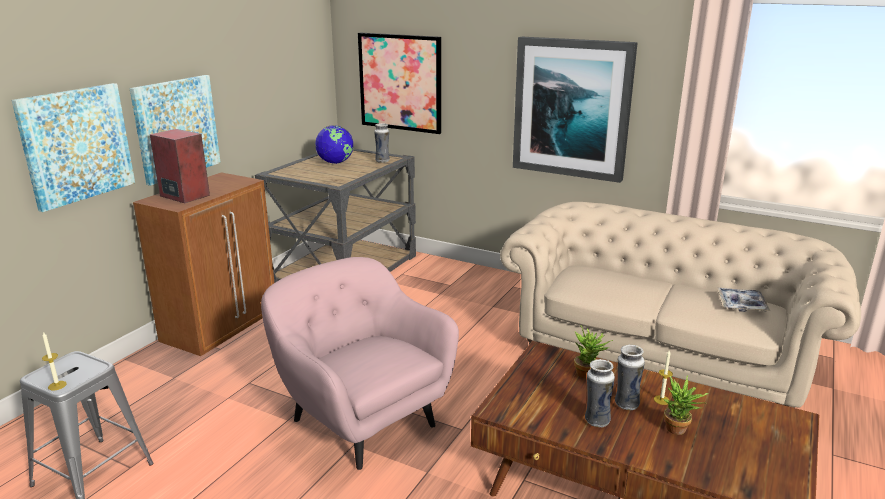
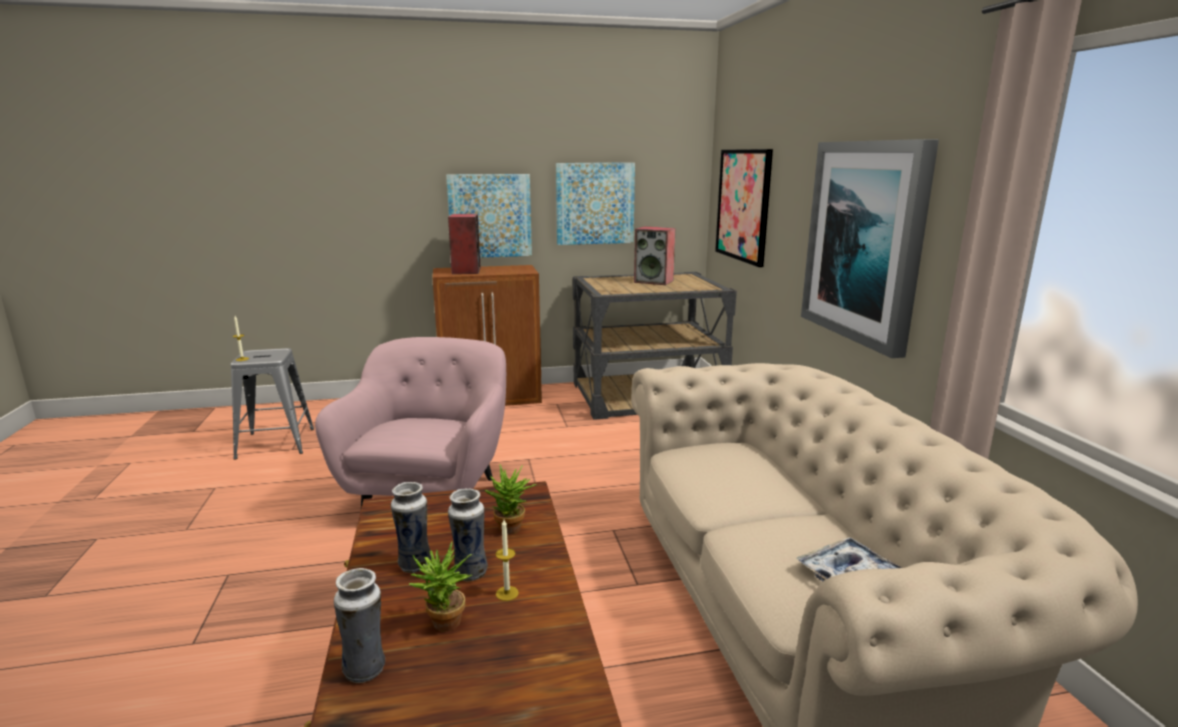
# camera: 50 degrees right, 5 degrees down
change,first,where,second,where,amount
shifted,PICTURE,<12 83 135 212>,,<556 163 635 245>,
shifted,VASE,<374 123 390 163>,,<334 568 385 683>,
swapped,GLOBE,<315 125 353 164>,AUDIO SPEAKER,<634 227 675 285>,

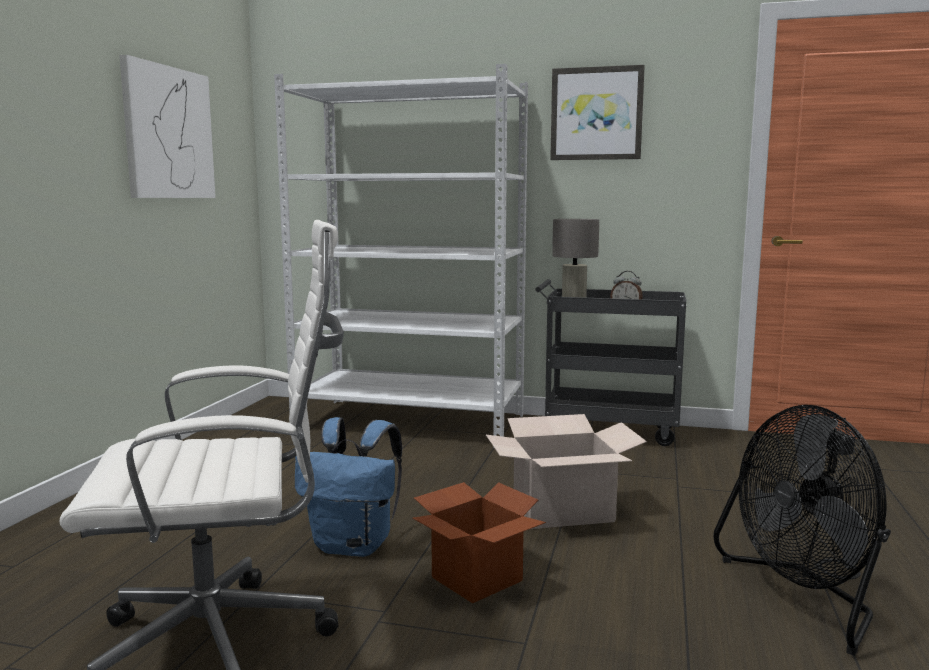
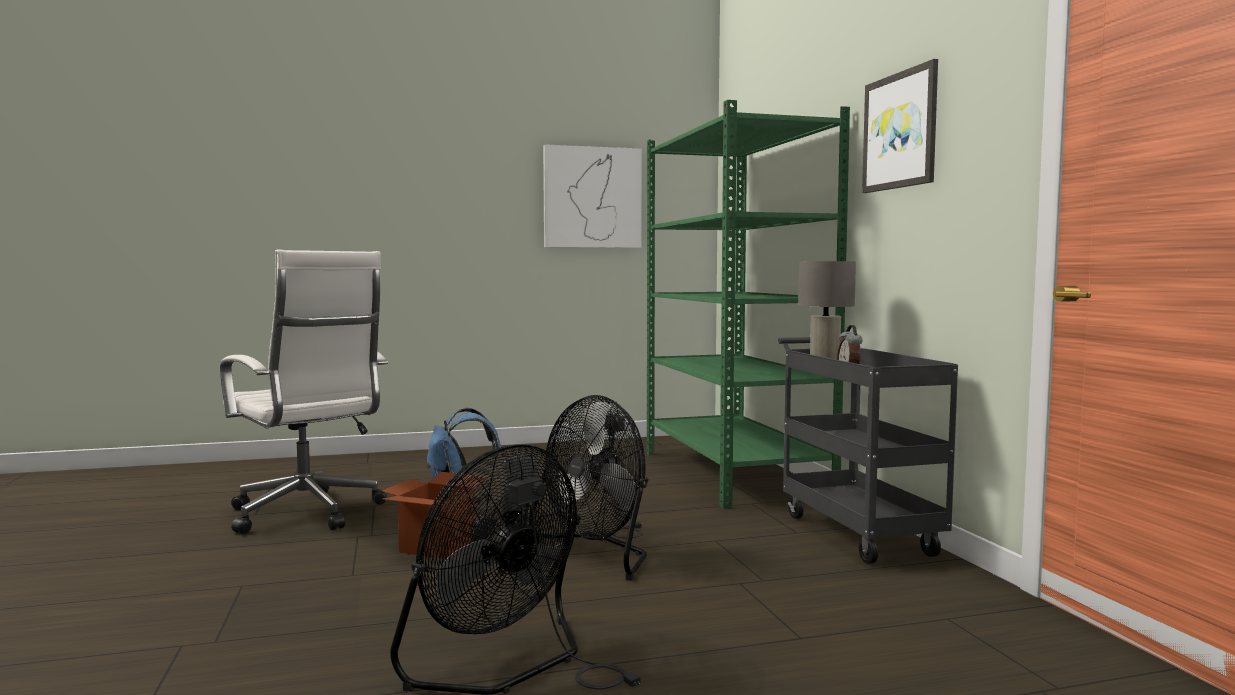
# camera: 60 degrees right, 5 degrees down
change,first,where,second,where,amount
repainted,WHITISH BOOKSHELF,<274 64 528 448>,GREEN-COLOURED BOOKSHELF,<647 100 850 509>,
swapped,CARDBOARD BOX,<486 414 647 529>,BLACK COOLING FAN,<528 395 649 581>,

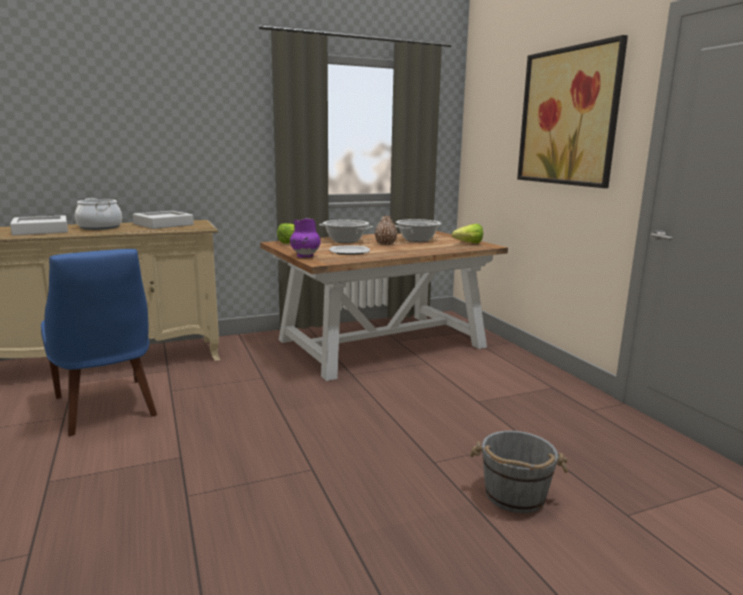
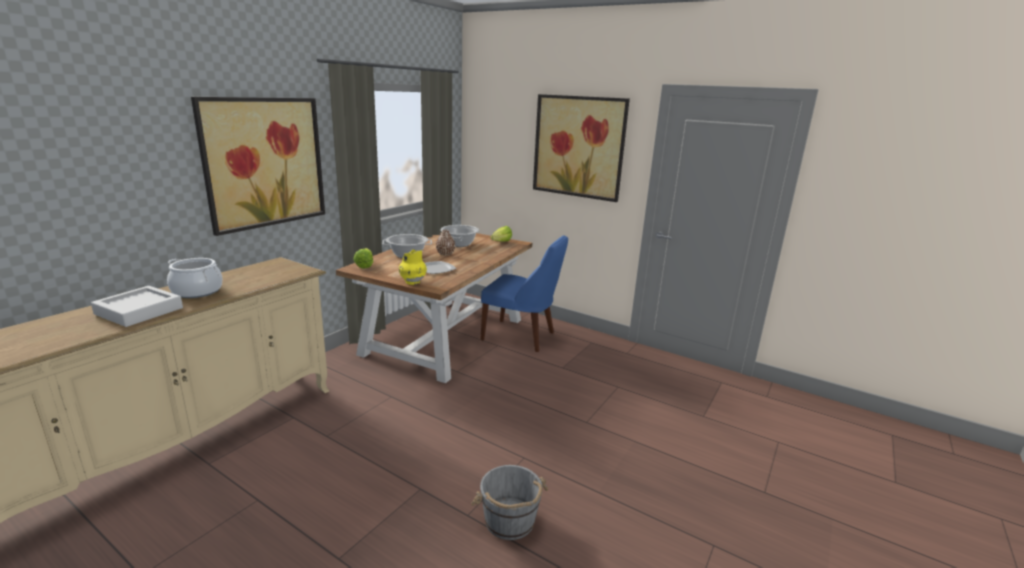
# camera: 35 degrees left, 5 degrees up
change,first,where,second,where,amount
gone,GRAY SERVING TRAY,<133 211 194 229>,,,
repainted,PURPLE VASE,<290 218 321 258>,YELLOWISH VASE,<399 249 427 285>,
shifted,BLUE-COLOURED PLAIN CHAIR,<41 249 157 436>,,<480 236 568 352>,
shifted,GRAY PAIL,<470 431 568 513>,,<471 465 548 540>,
new,,,PICTURE,<191 97 325 236>,

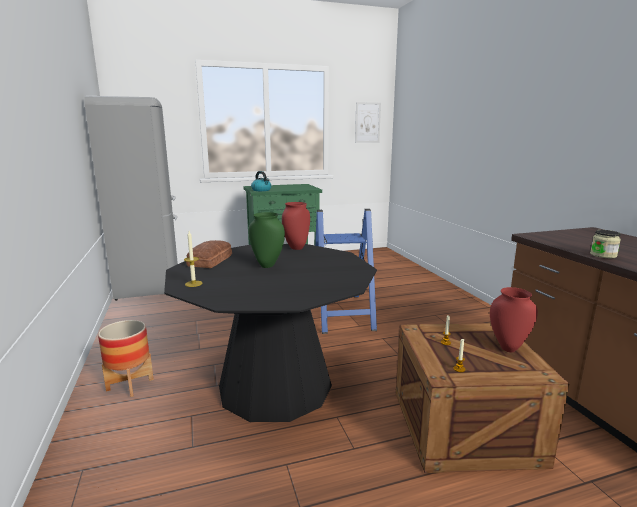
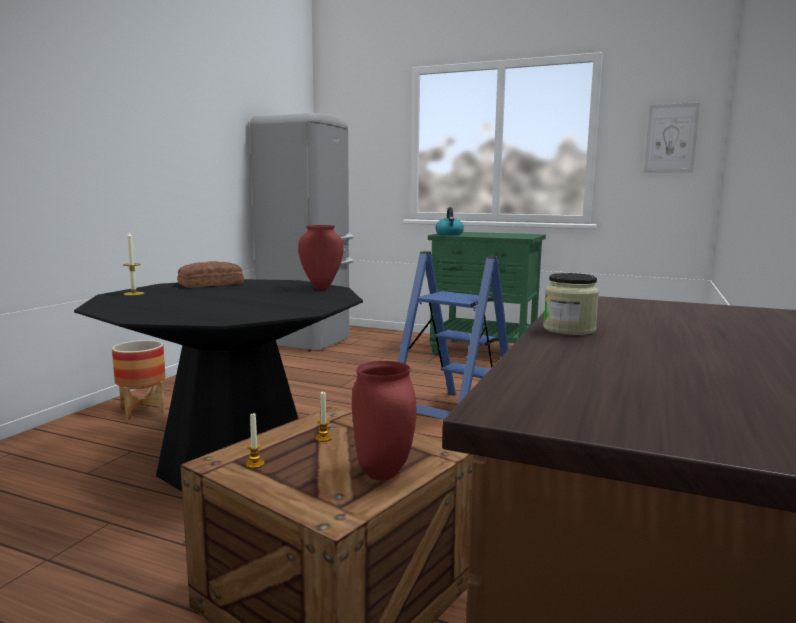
# camera: 40 degrees right, 5 degrees down
change,first,where,second,where,amount
gone,GREEN-COLOURED VASE,<249 212 285 268>,,,

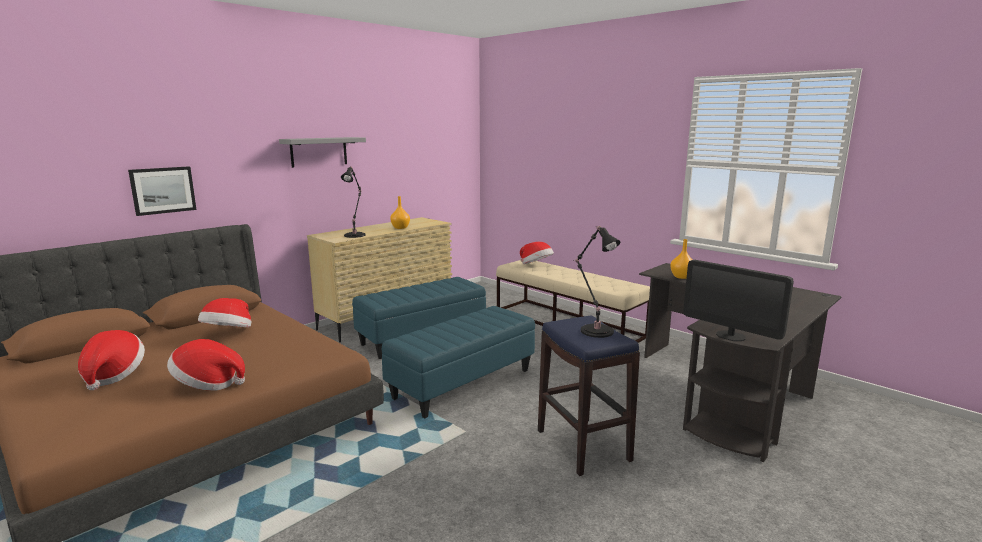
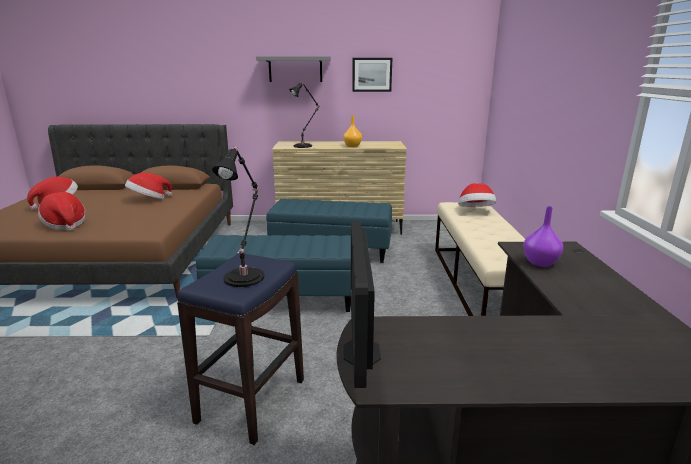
# camera: 45 degrees right, 5 degrees up
change,first,where,second,where,amount
shifted,PICTURE,<128 166 197 216>,,<352 58 392 92>,
repainted,ORANGEY VASE,<670 239 692 279>,PURPLE VASE,<523 206 563 267>,

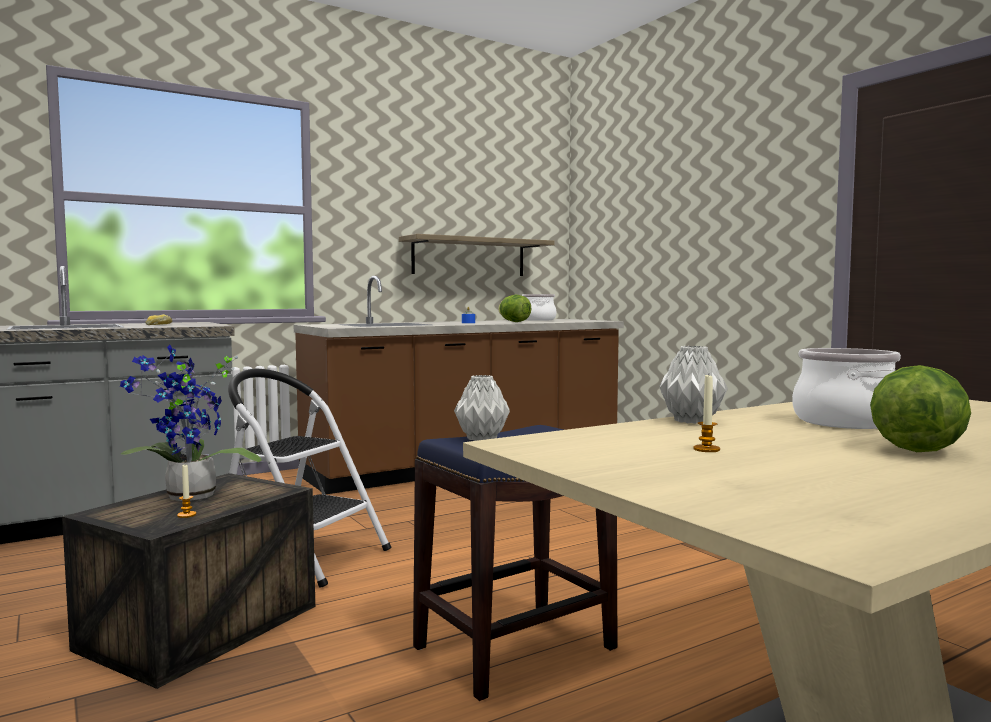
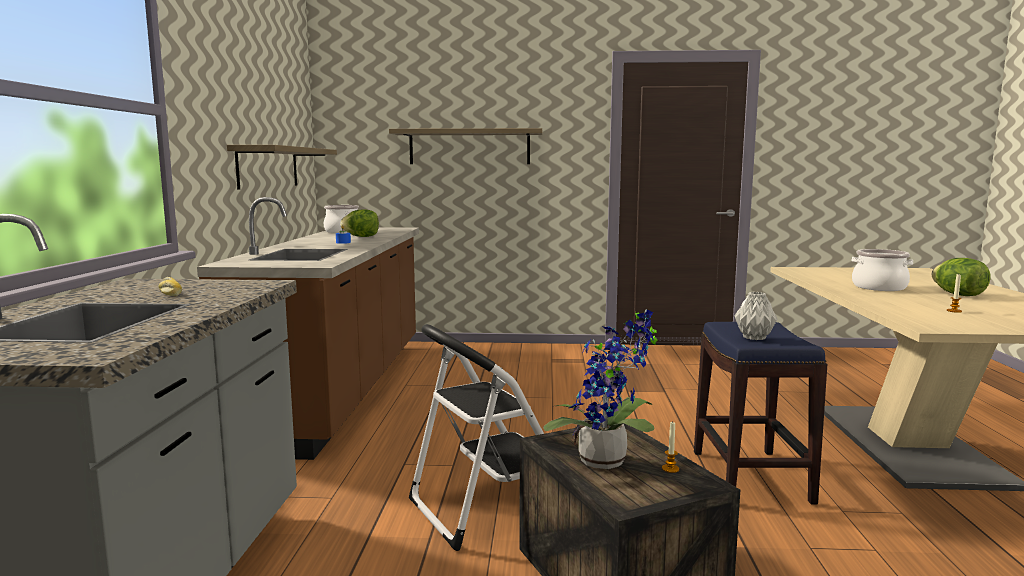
# camera: 55 degrees left, 5 degrees up
change,first,where,second,where,amount
gone,GRAY VASE,<660 346 728 424>,,,
new,,,WALL SHELF,<389 128 543 164>,

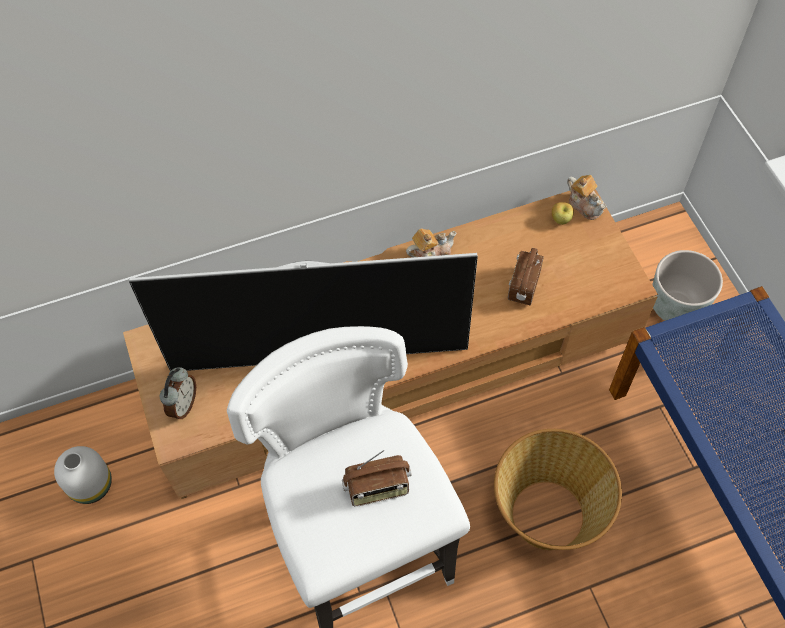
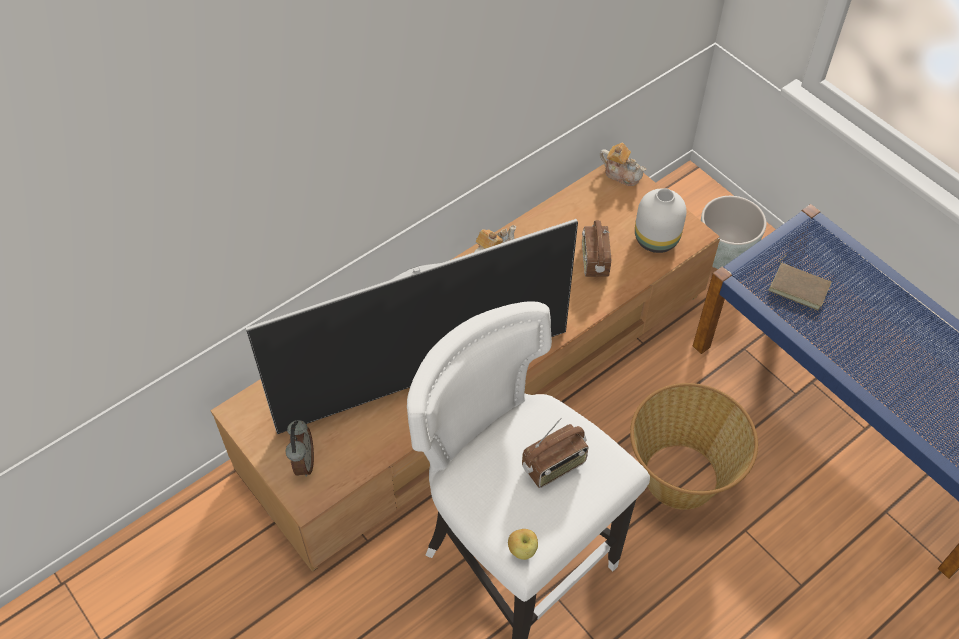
# camera: 20 degrees left, 5 degrees down
change,first,where,second,where,amount
shifted,APPLE FRUIT,<552 202 574 225>,,<508 529 538 560>,
shifted,WHITISH VASE,<54 446 112 504>,,<635 188 686 253>,
new,,,BROWNISH BOOK,<768 255 832 310>,

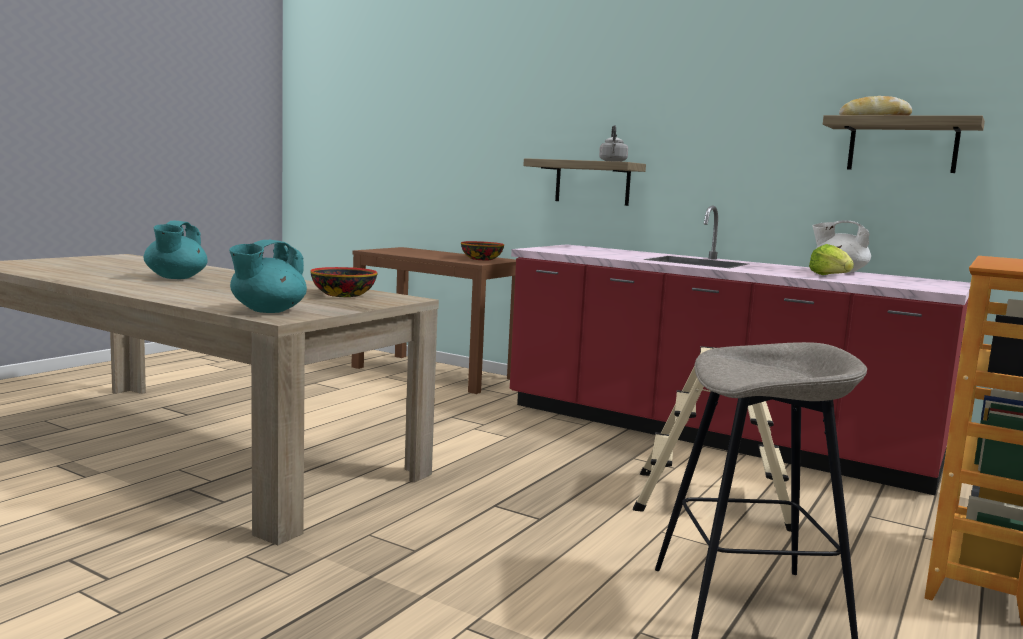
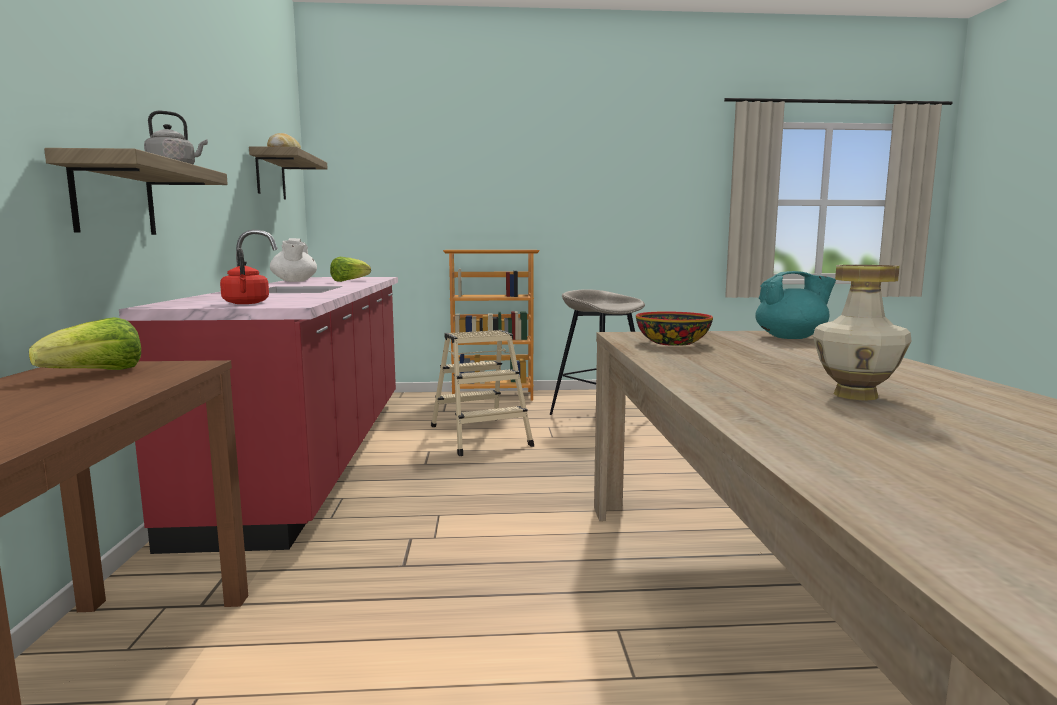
# camera: 125 degrees left, 0 degrees up
change,first,where,second,where,amount
swapped,TURQUOISE TEA POT,<144 221 207 279>,VASE,<813 265 912 401>,
swapped,DEEP DISH,<461 241 504 260>,HEAD OF LETTUCE,<29 317 141 370>,
new,,,REDDISH KETTLE,<220 248 269 304>,

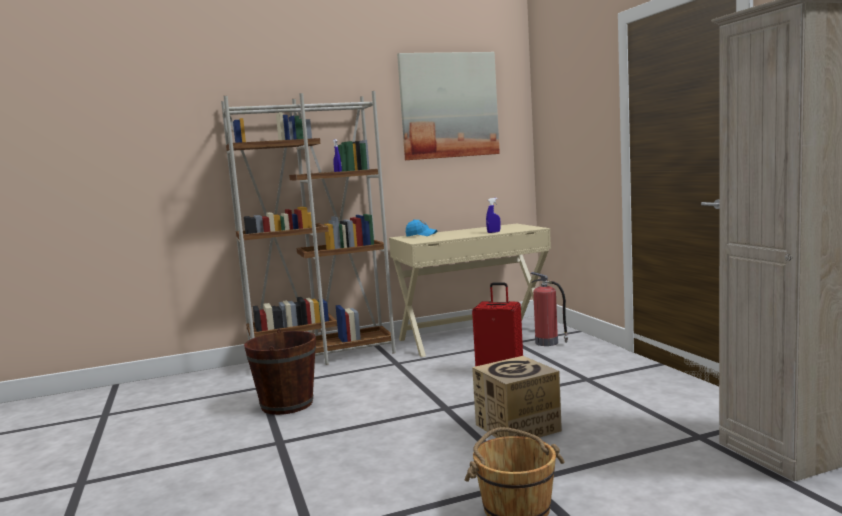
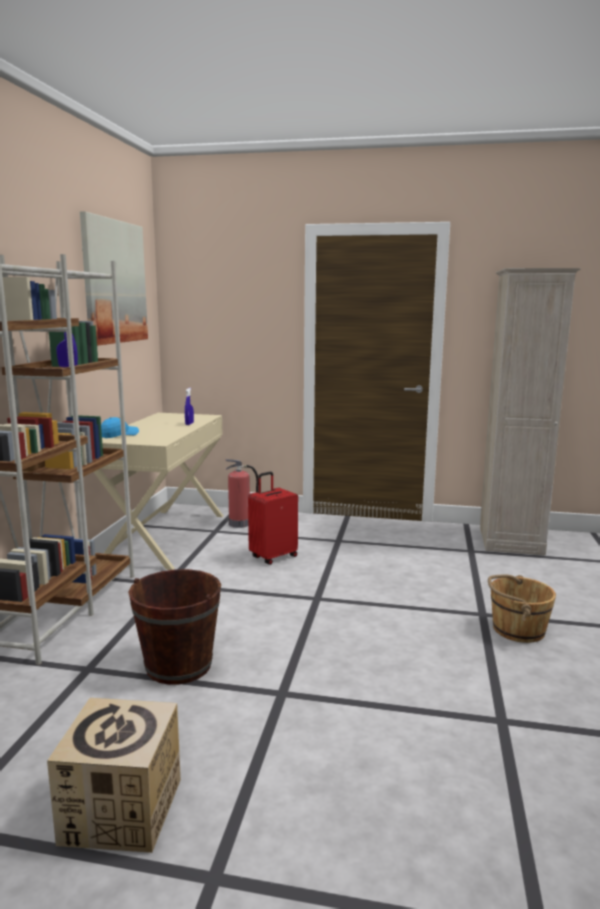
# camera: 60 degrees left, 5 degrees up
change,first,where,second,where,amount
shifted,CARDBOARD BOX,<472 356 562 438>,,<47 698 181 853>,

